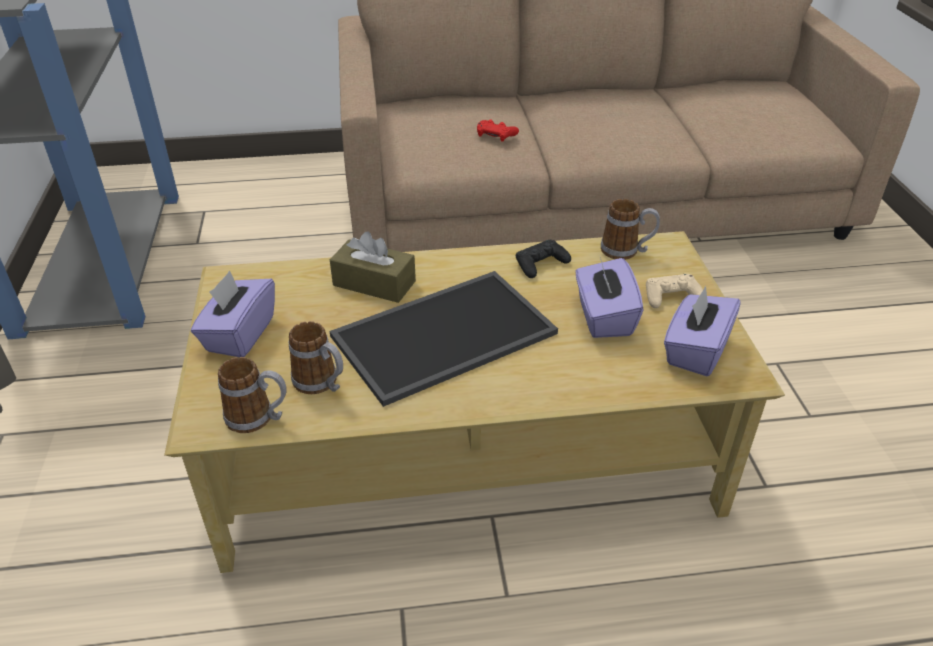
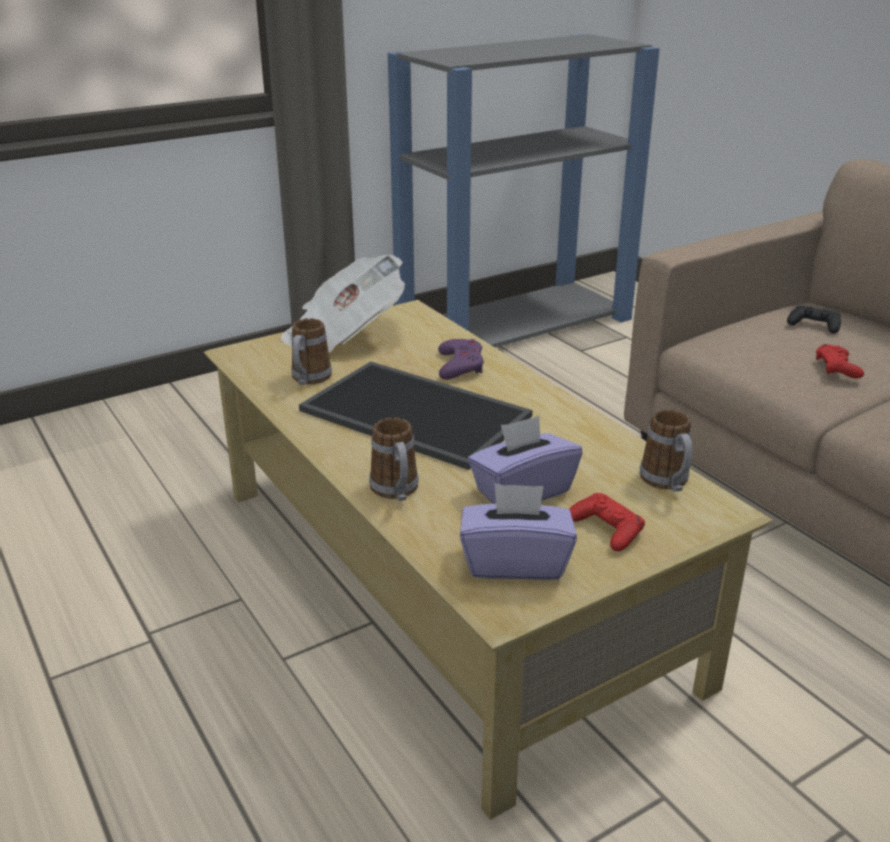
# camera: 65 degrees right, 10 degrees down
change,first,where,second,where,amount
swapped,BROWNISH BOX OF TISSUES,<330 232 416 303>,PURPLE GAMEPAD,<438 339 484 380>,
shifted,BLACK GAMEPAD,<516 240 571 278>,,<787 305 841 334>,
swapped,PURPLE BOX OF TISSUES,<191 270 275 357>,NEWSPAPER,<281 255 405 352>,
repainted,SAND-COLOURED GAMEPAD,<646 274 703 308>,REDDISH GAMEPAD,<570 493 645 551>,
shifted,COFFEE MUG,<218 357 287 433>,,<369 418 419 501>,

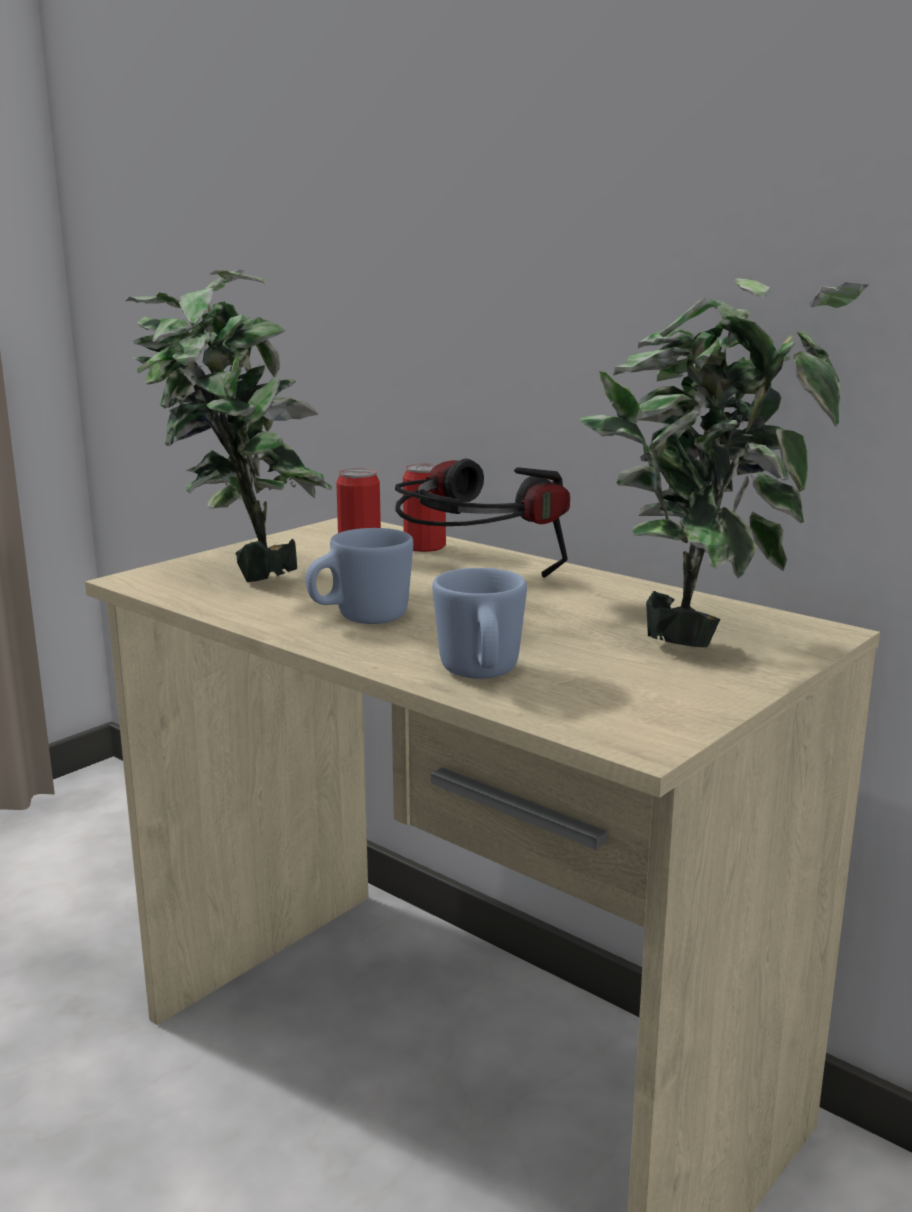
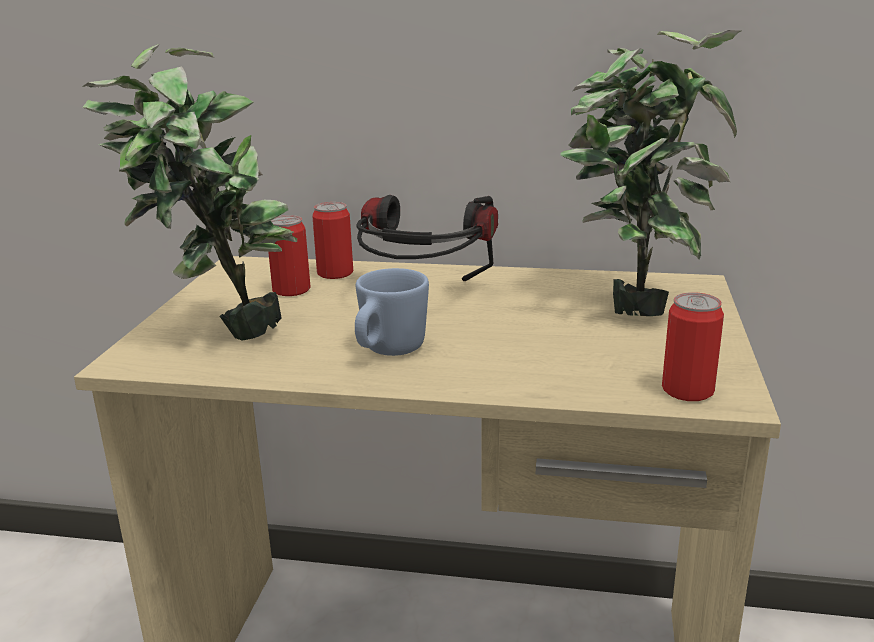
# camera: 30 degrees left, 5 degrees up
change,first,where,second,where,amount
gone,BLUE-COLOURED COFFEE MUG,<432 568 527 679>,,,
new,,,SEALED CAN,<662 292 724 401>,

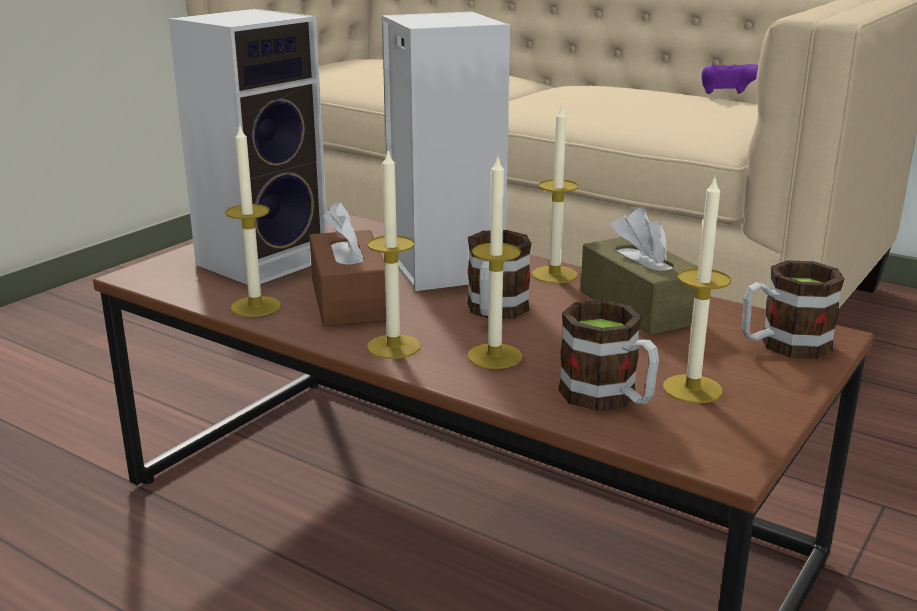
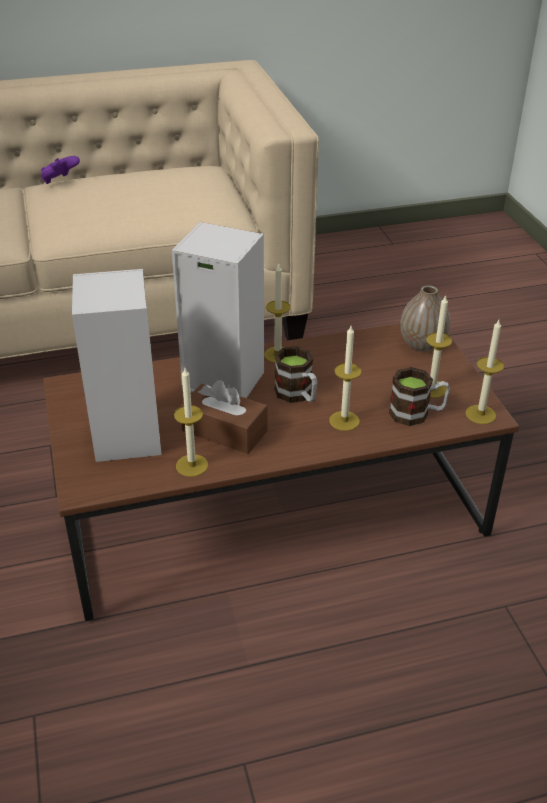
# camera: 50 degrees left, 15 degrees up
change,first,where,second,where,amount
shifted,PURPLE GAMEPAD,<701 64 758 94>,,<41 156 80 184>,
shifted,WAX LIGHT,<367 148 421 359>,,<465 320 504 424>,
gone,BROWNISH BOX OF TISSUES,<581 207 699 335>,,,
swapped,COFFEE MUG,<742 260 844 359>,VASE,<400 285 450 352>,

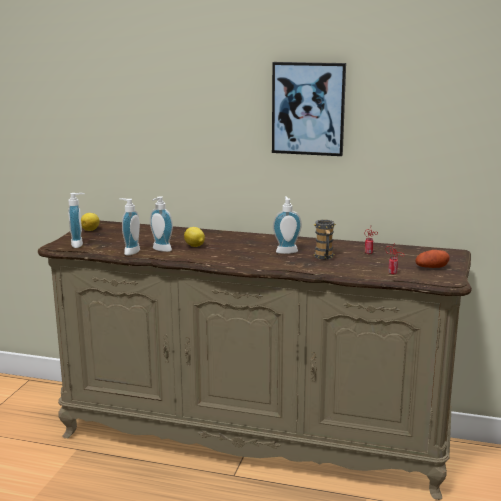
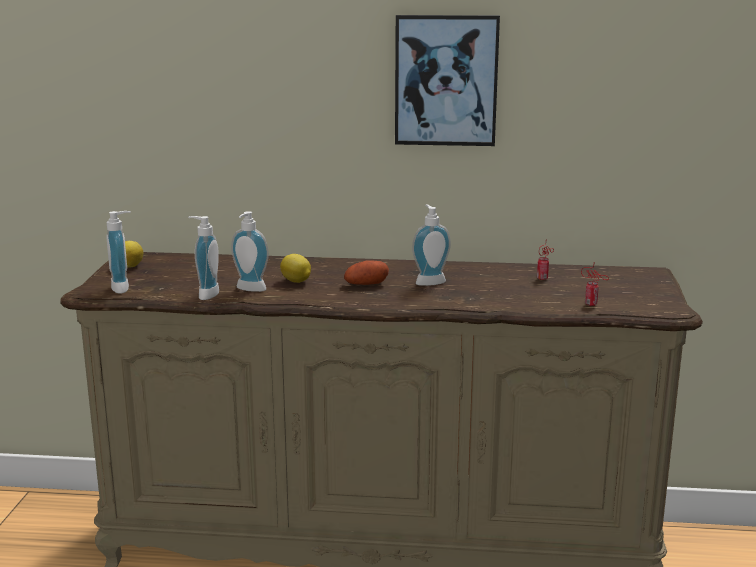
# camera: 10 degrees left, 0 degrees up
change,first,where,second,where,amount
gone,COFFEE MUG,<313 220 336 259>,,,
shifted,POTATO,<415 250 450 268>,,<344 260 389 285>,

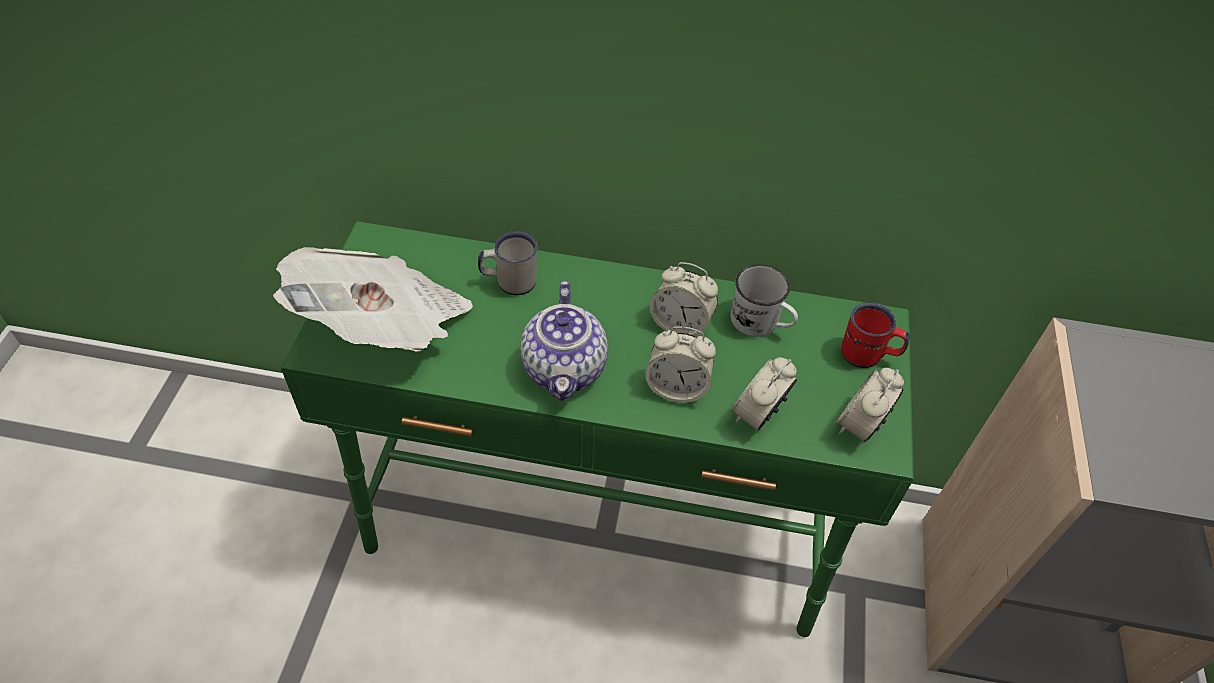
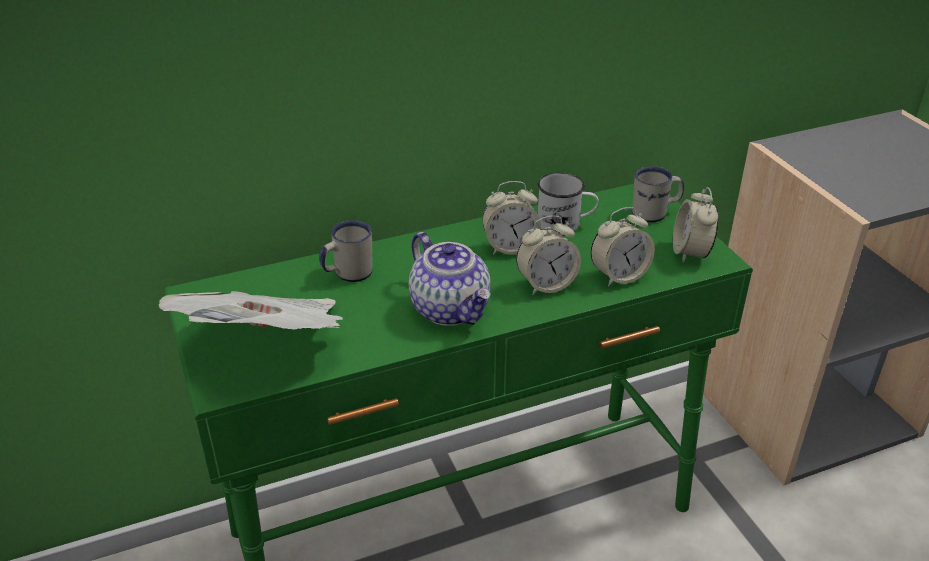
# camera: 30 degrees left, 15 degrees down
change,first,where,second,where,amount
repainted,REDDISH COFFEE MUG,<841 302 910 368>,WHITISH COFFEE MUG,<632 166 684 223>,
rotated,BEDSIDE CLOCK,<731 357 798 431>,,<590 207 655 287>,120 degrees counterclockwise

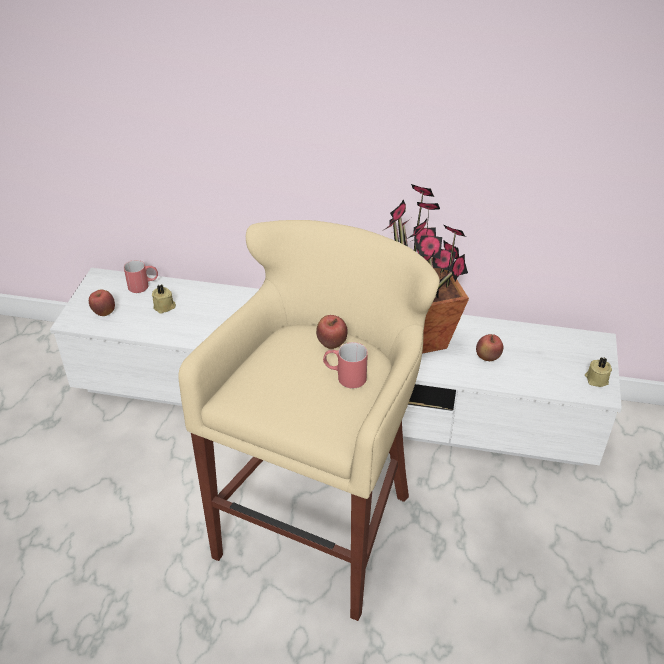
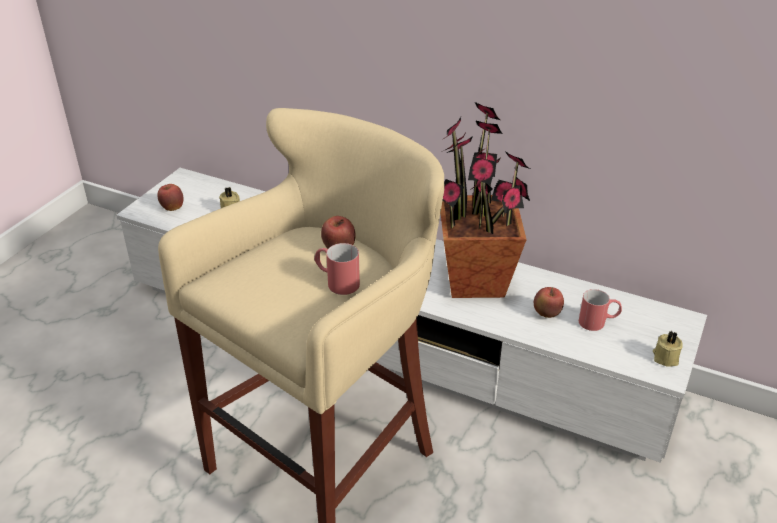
# camera: 15 degrees right, 5 degrees down
change,first,where,second,where,amount
shifted,REDDISH COFFEE MUG,<124 260 158 293>,,<579 289 622 331>,

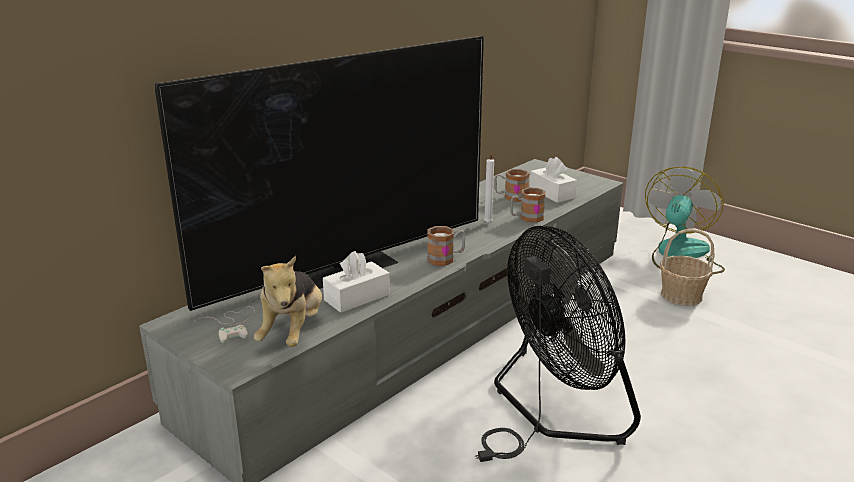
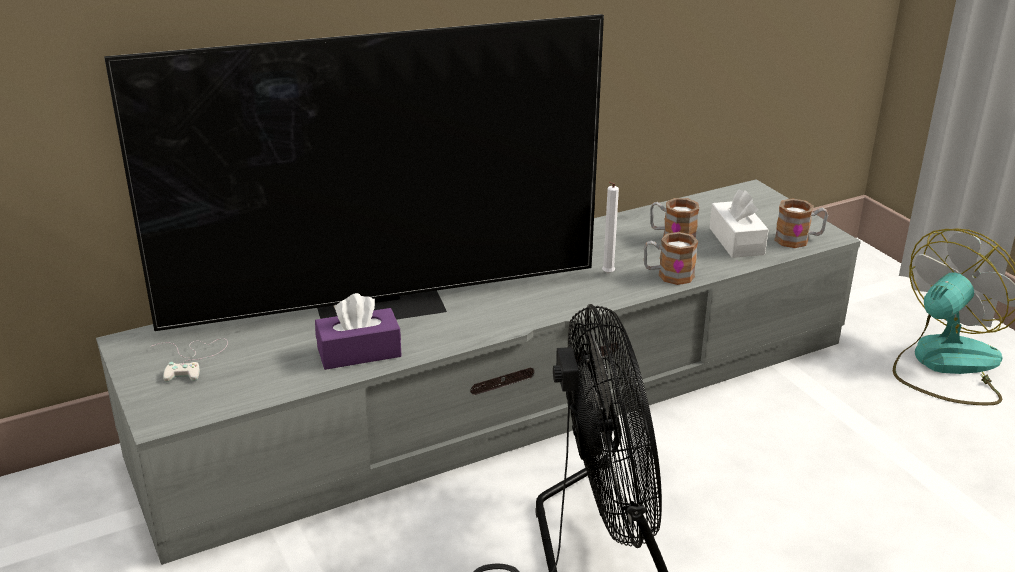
# camera: 20 degrees right, 5 degrees up
change,first,where,second,where,amount
shifted,COFFEE MUG,<427 226 466 266>,,<774 198 828 248>,
gone,HOUSEHOLD BASKET,<660 228 715 306>,,,
repainted,WHITISH BOX OF TISSUES,<323 251 390 313>,PURPLE BOX OF TISSUES,<315 293 402 370>,
gone,PLUSH TOY,<254 256 322 347>,,,

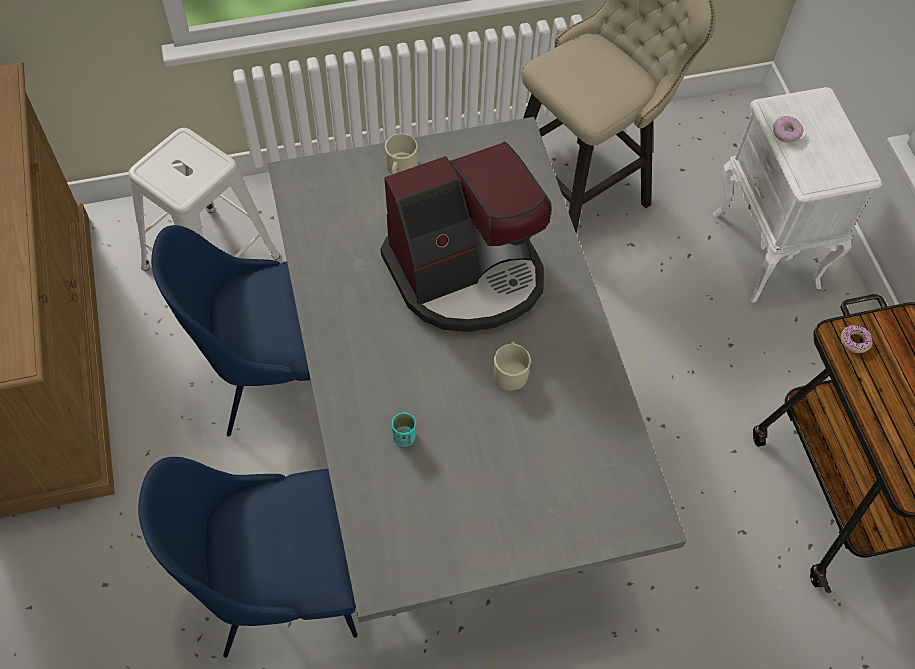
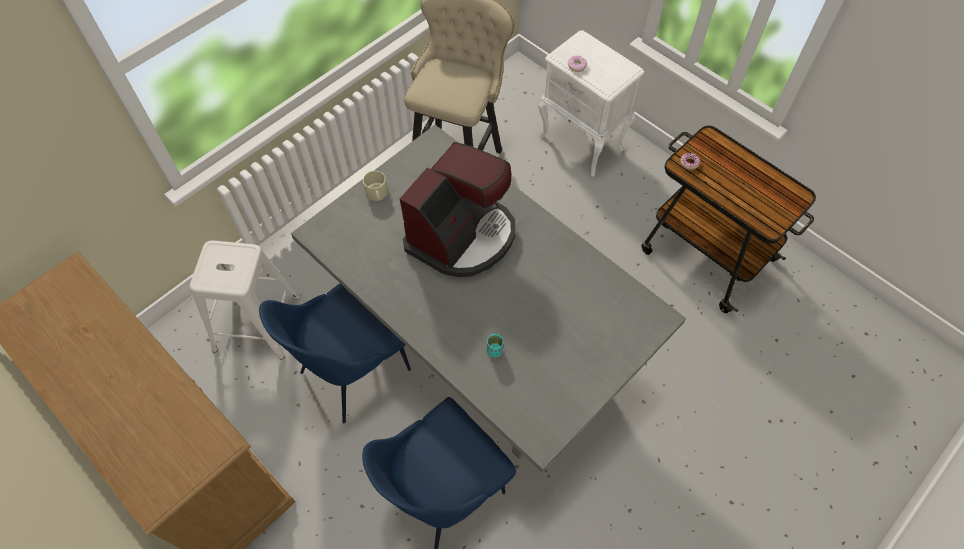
# camera: 30 degrees left, 0 degrees up
change,first,where,second,where,amount
gone,SAND-COLOURED COFFEE MUG,<493 342 531 391>,,,

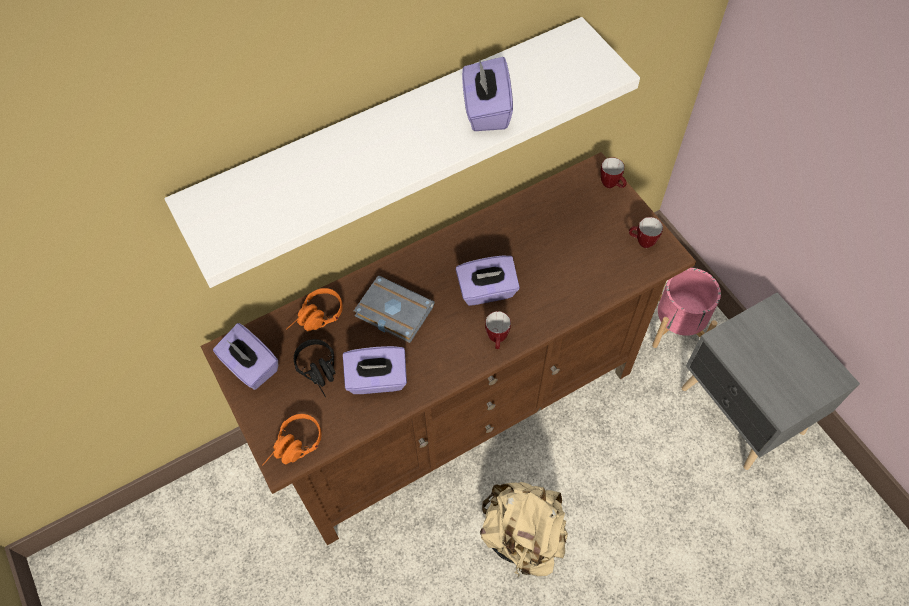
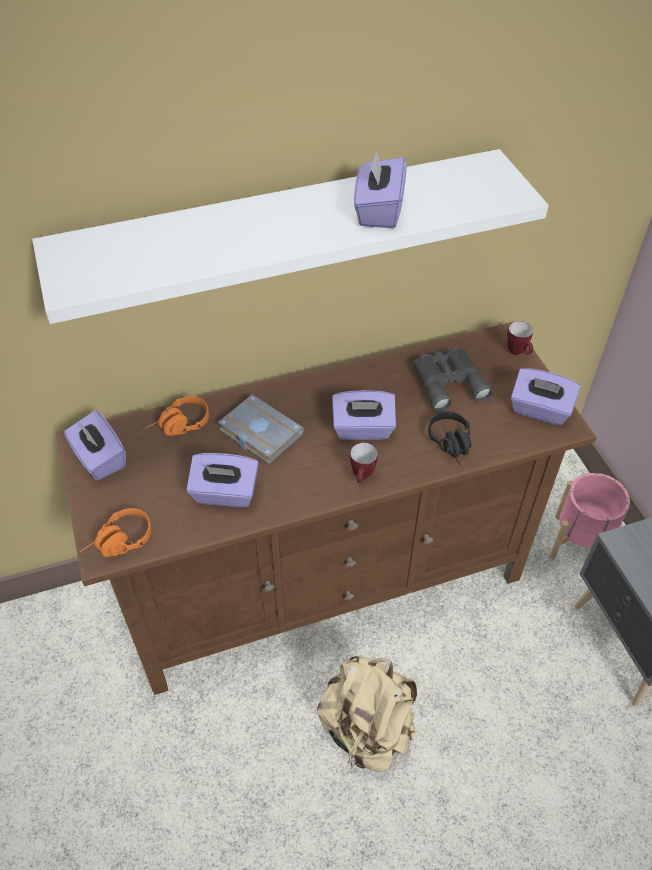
# camera: 10 degrees right, 10 degrees down
change,first,where,second,where,amount
swapped,COFFEE MUG,<629 217 663 248>,PURPLE BOX OF TISSUES,<511 368 581 425>,
shifted,BLACK PAIR OF HEADPHONES,<294 339 336 397>,,<428 412 471 466>,
new,,,GRAY BINOCULARS,<413 348 493 412>,

